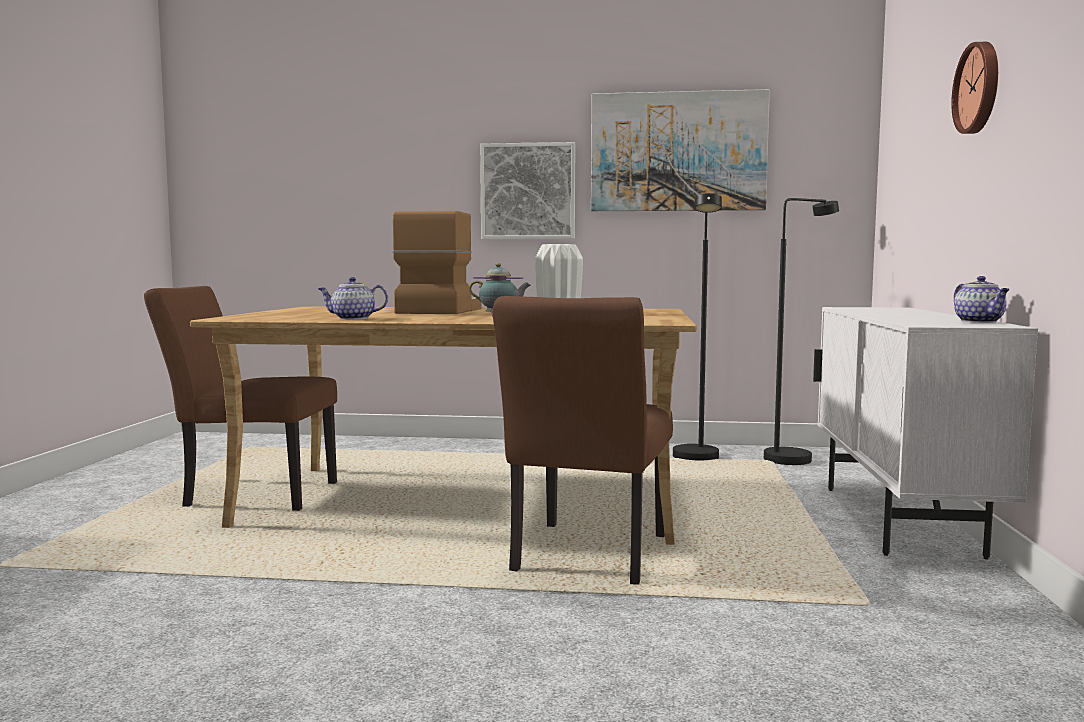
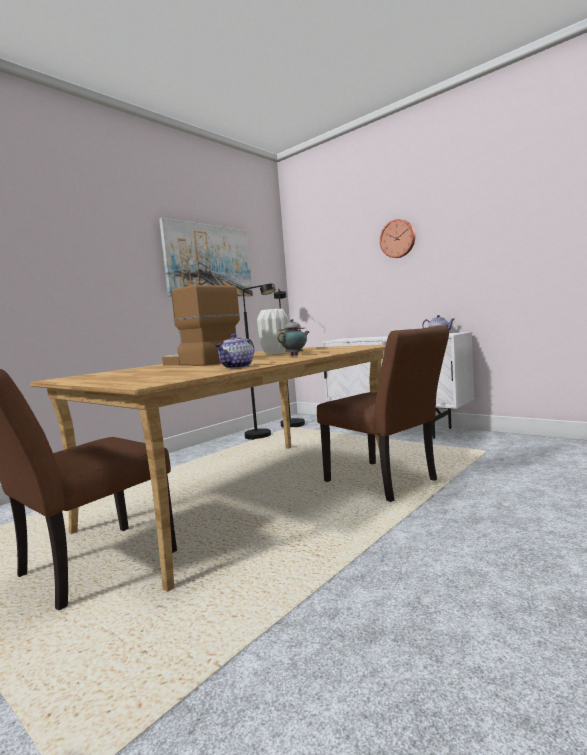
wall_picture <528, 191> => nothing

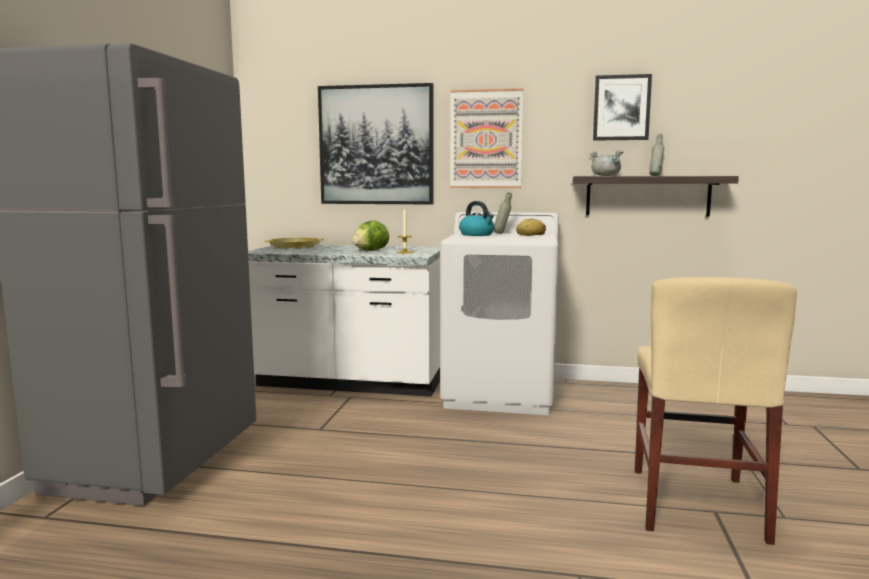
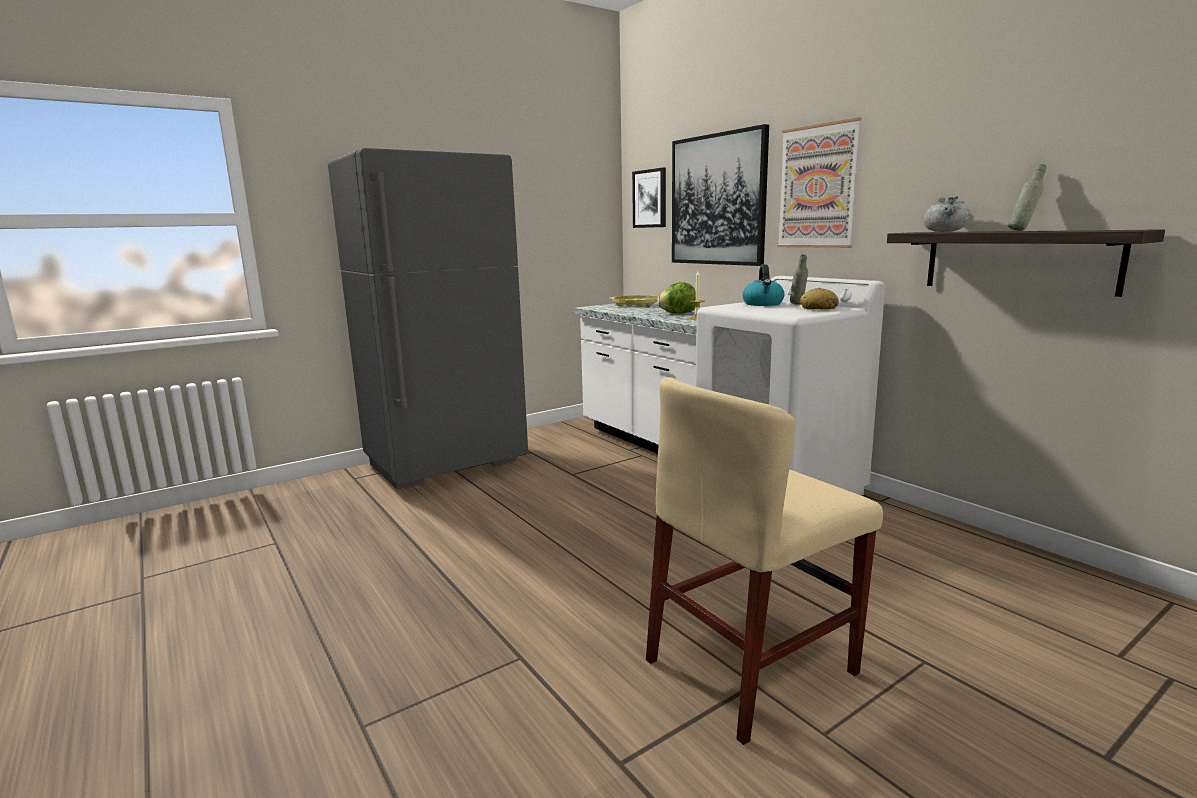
wall_picture <621, 108> => wall_picture <650, 198>, relocated

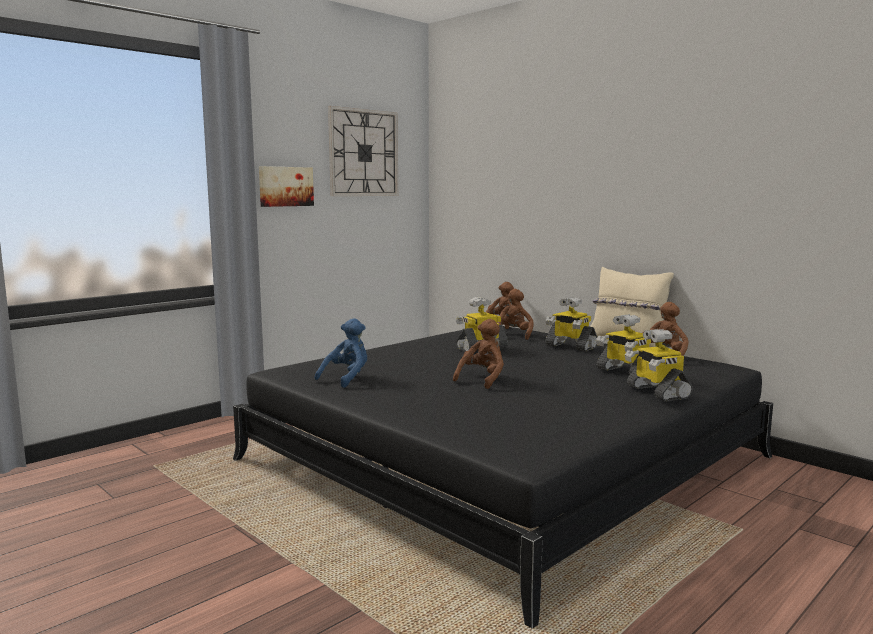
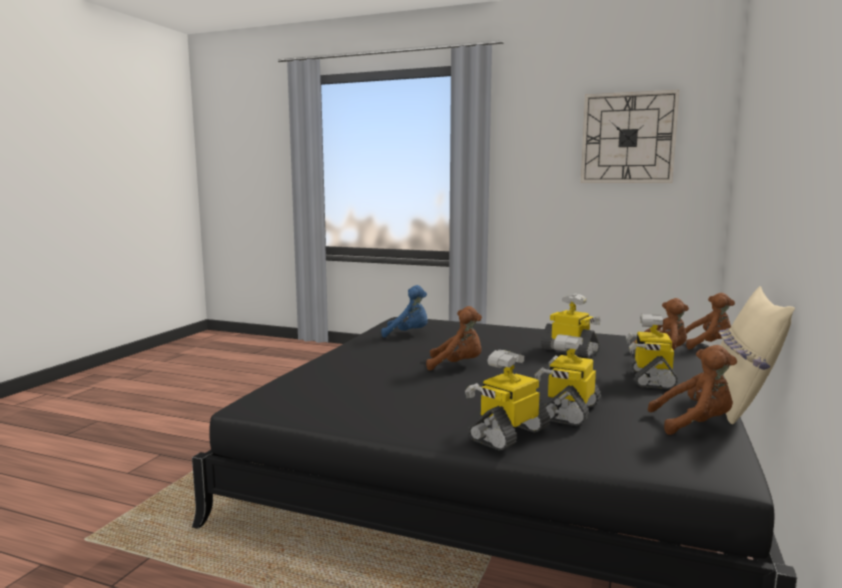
wall_picture <285, 186> => nothing

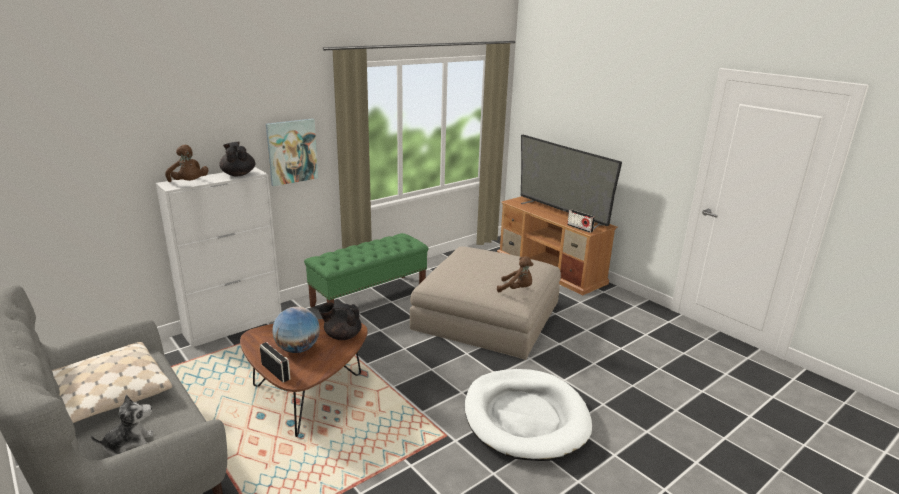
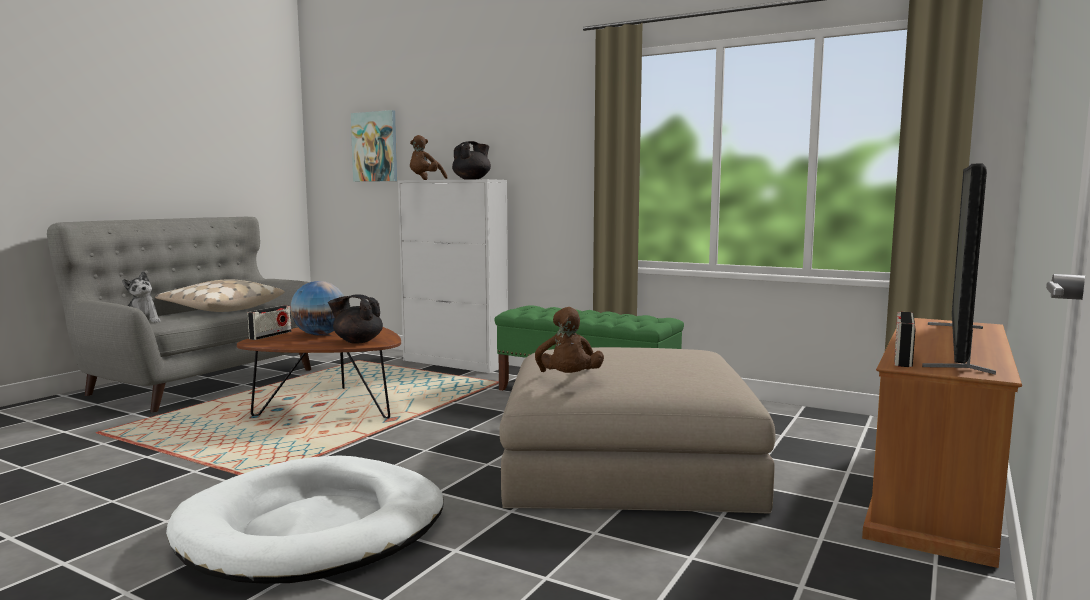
wall_picture <292, 151> => wall_picture <375, 147>, relocated
blackish_teapot <342, 336> => blackish_teapot <357, 341>, 60 degrees counterclockwise

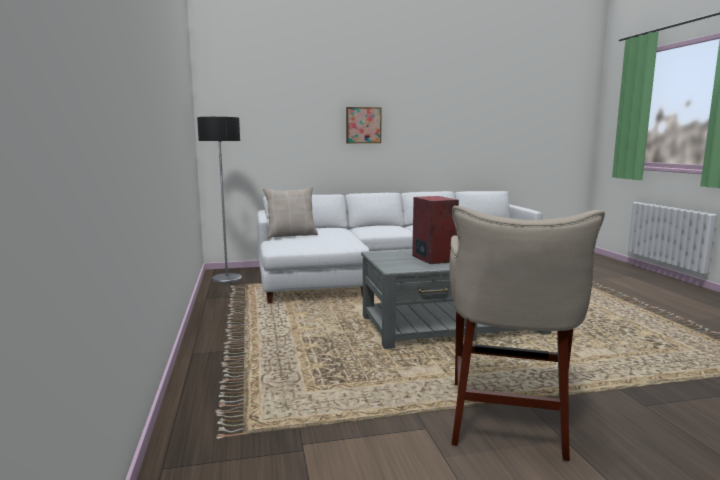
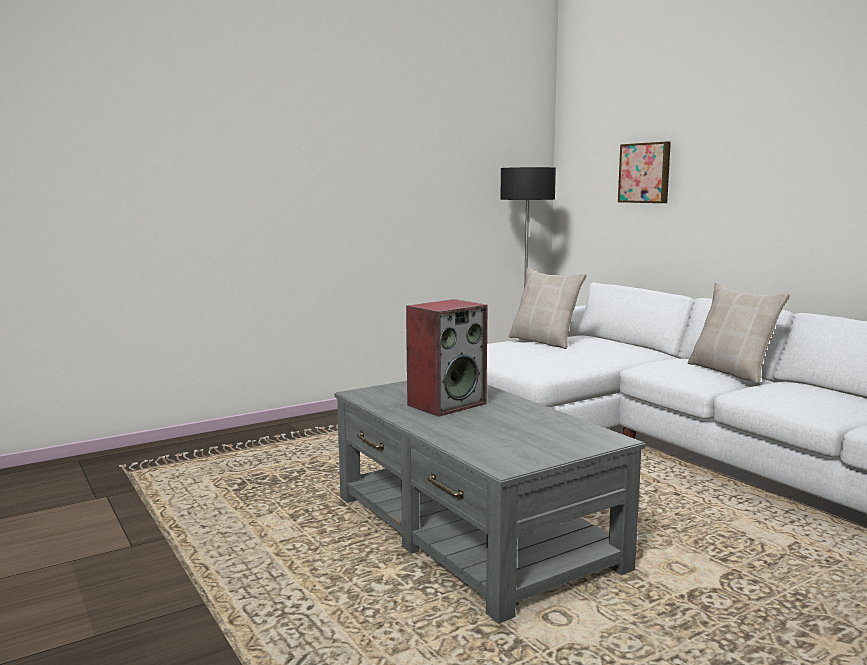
wall_picture <363, 125> => wall_picture <645, 173>, relocated
sand-coloured_stool_seat <509, 416> => nothing
nothing => sand-coloured_pillow <732, 372>

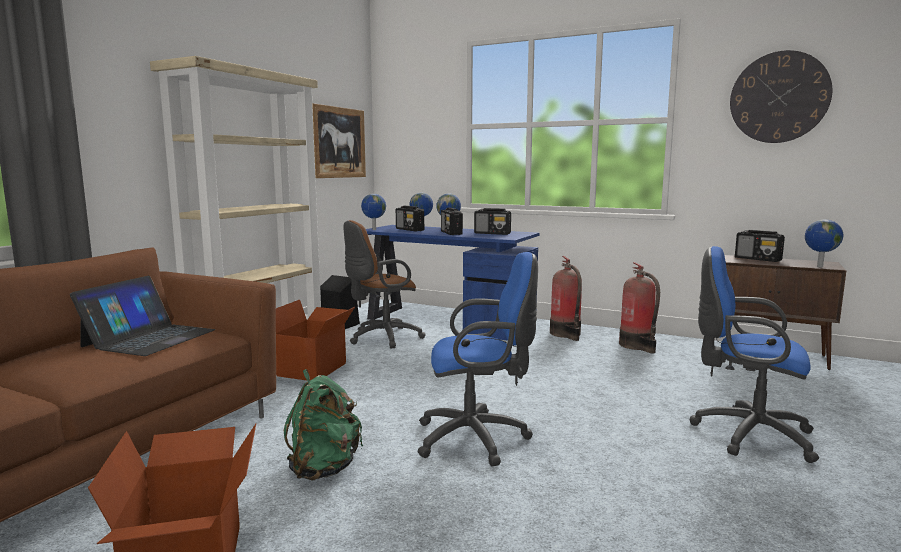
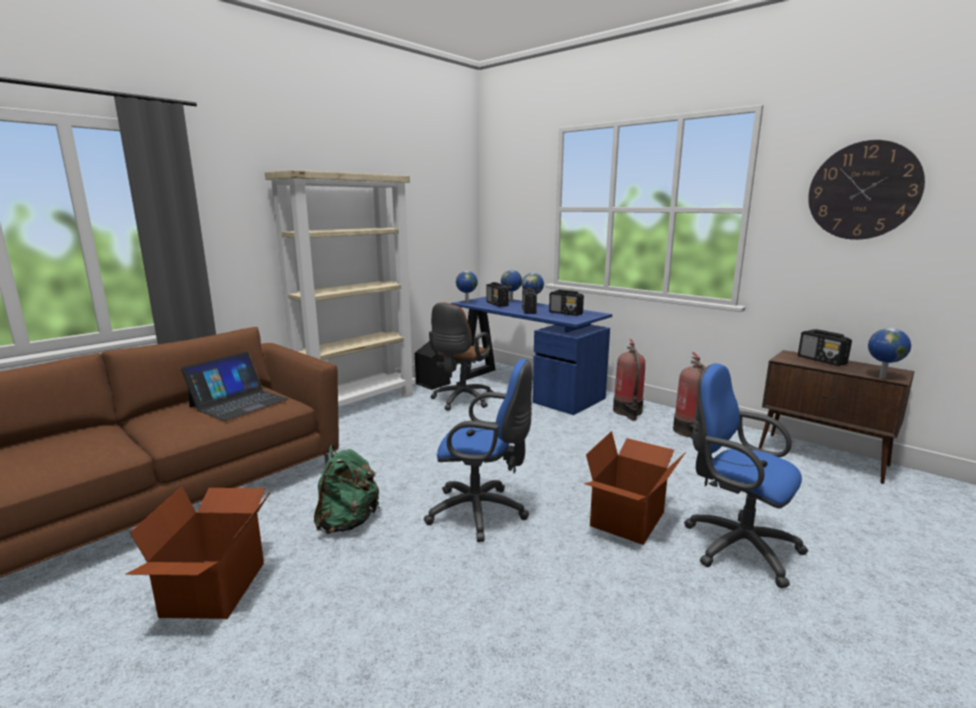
wall_picture <339, 142> => nothing
brown-coloured_desk_chair <382, 338> => brown-coloured_desk_chair <460, 401>, 45 degrees counterclockwise
cardboard_box <313, 369> => cardboard_box <629, 519>, relocated

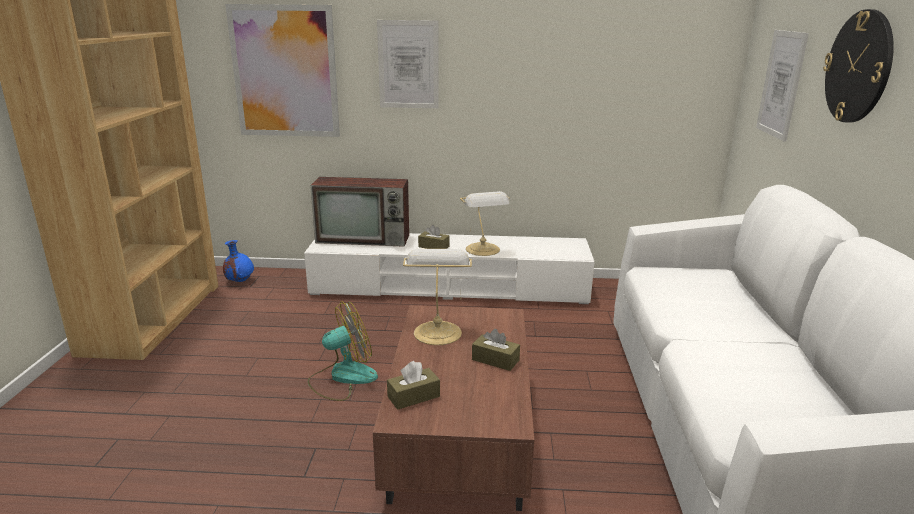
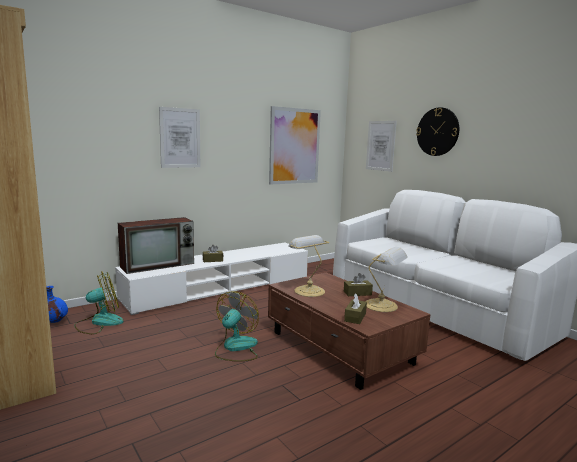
wall_picture <285, 72> => wall_picture <294, 146>, relocated
tabletop_lamp <483, 250> => tabletop_lamp <382, 306>, relocated
nothing => electric_fan <99, 322>

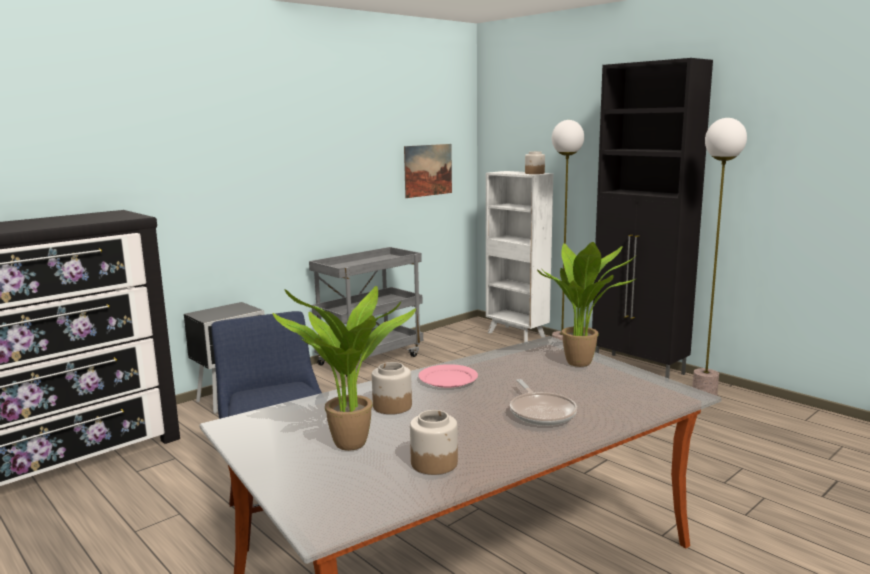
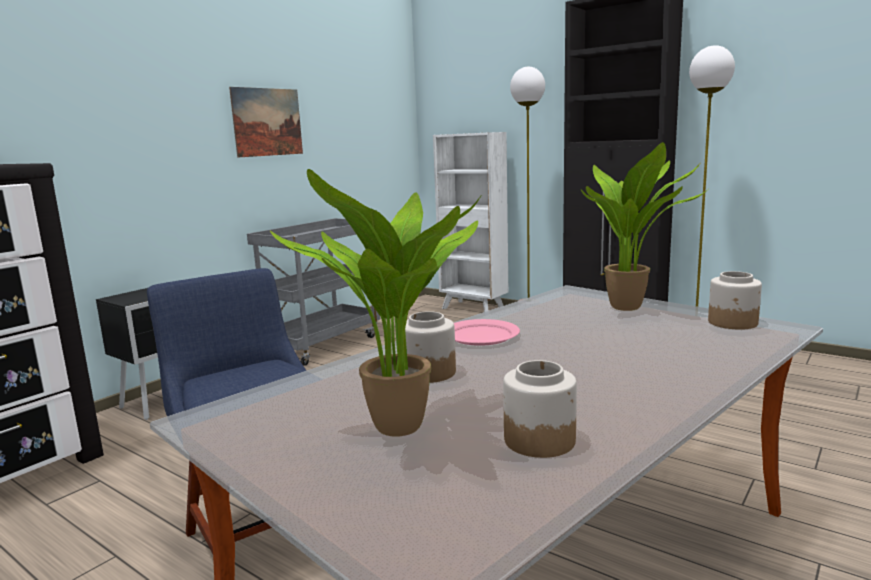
wall_picture <428, 170> => wall_picture <267, 122>, relocated
storage_jar <534, 173> => storage_jar <733, 323>, relocated
skillet <541, 412> => nothing

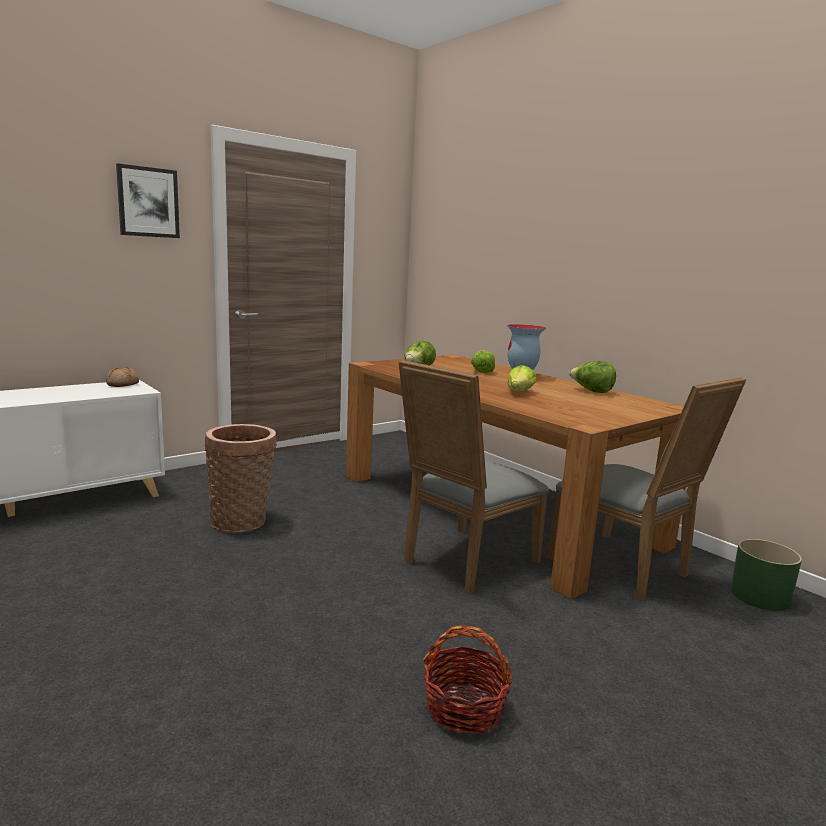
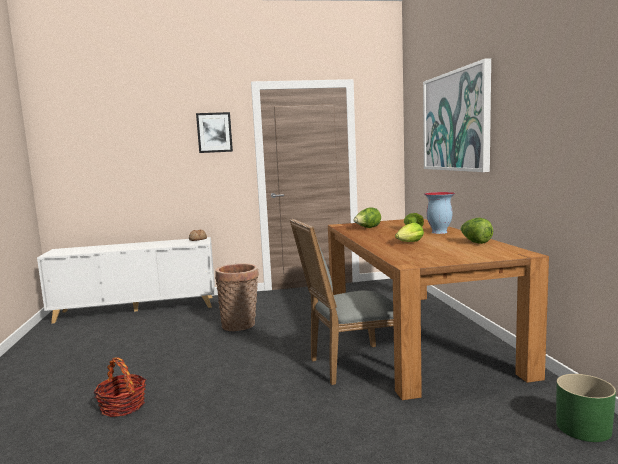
gray_upright_chair <625, 568> => nothing
household_basket <464, 708> => household_basket <123, 406>, relocated
nothing => wall_picture <455, 121>

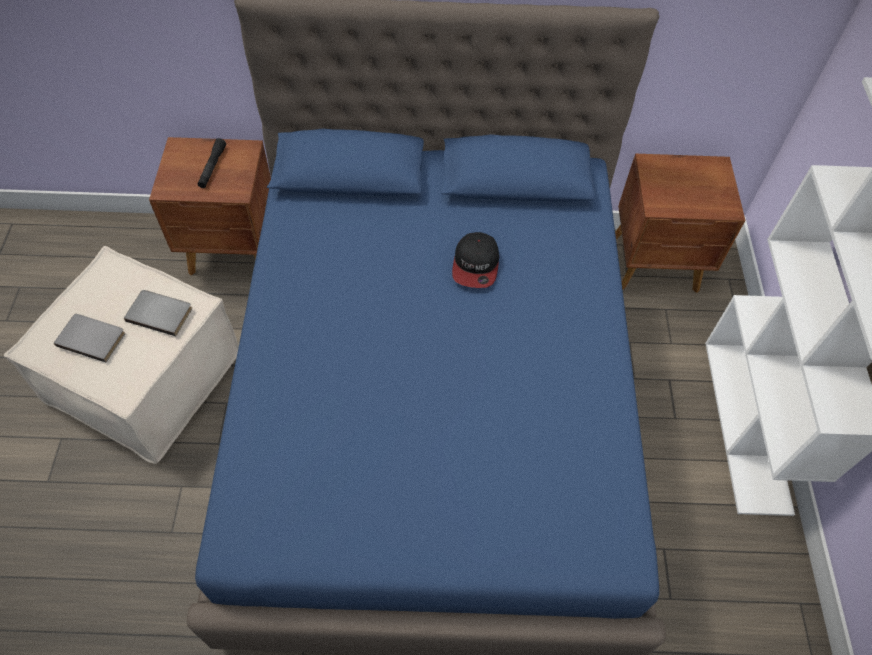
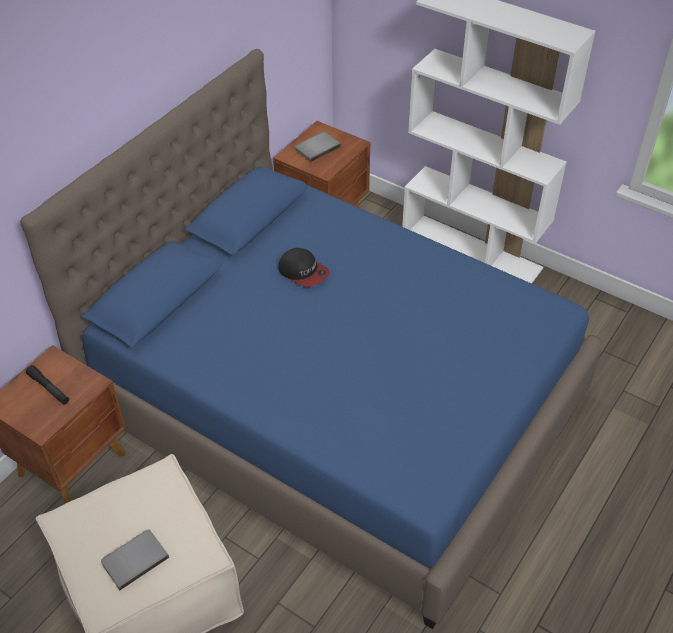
gray_volume <160, 312> => gray_volume <316, 148>, relocated

